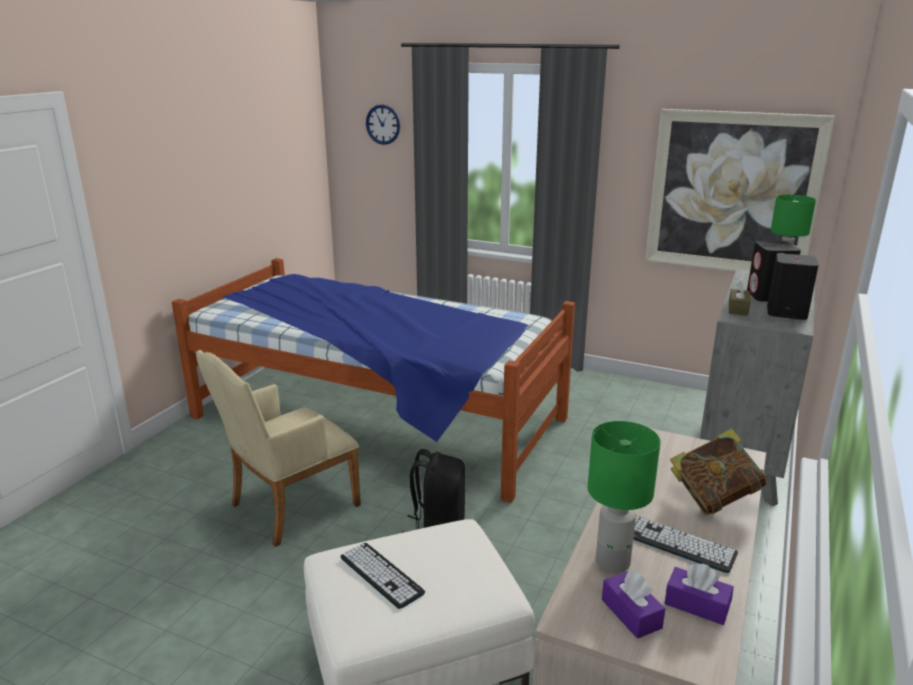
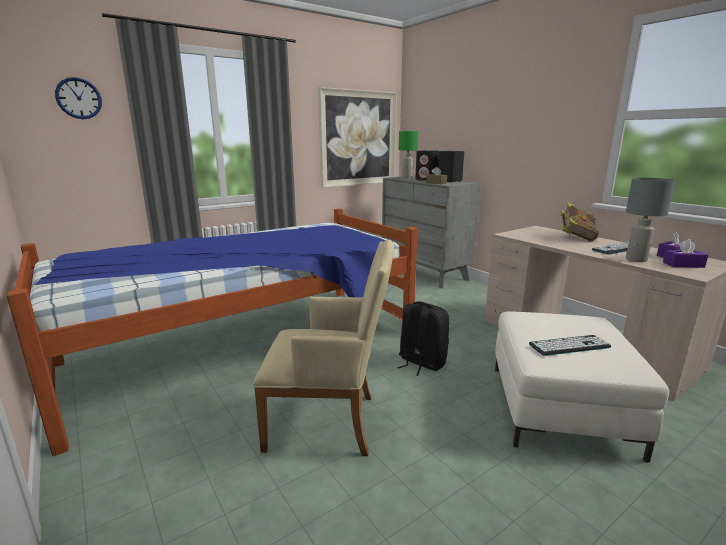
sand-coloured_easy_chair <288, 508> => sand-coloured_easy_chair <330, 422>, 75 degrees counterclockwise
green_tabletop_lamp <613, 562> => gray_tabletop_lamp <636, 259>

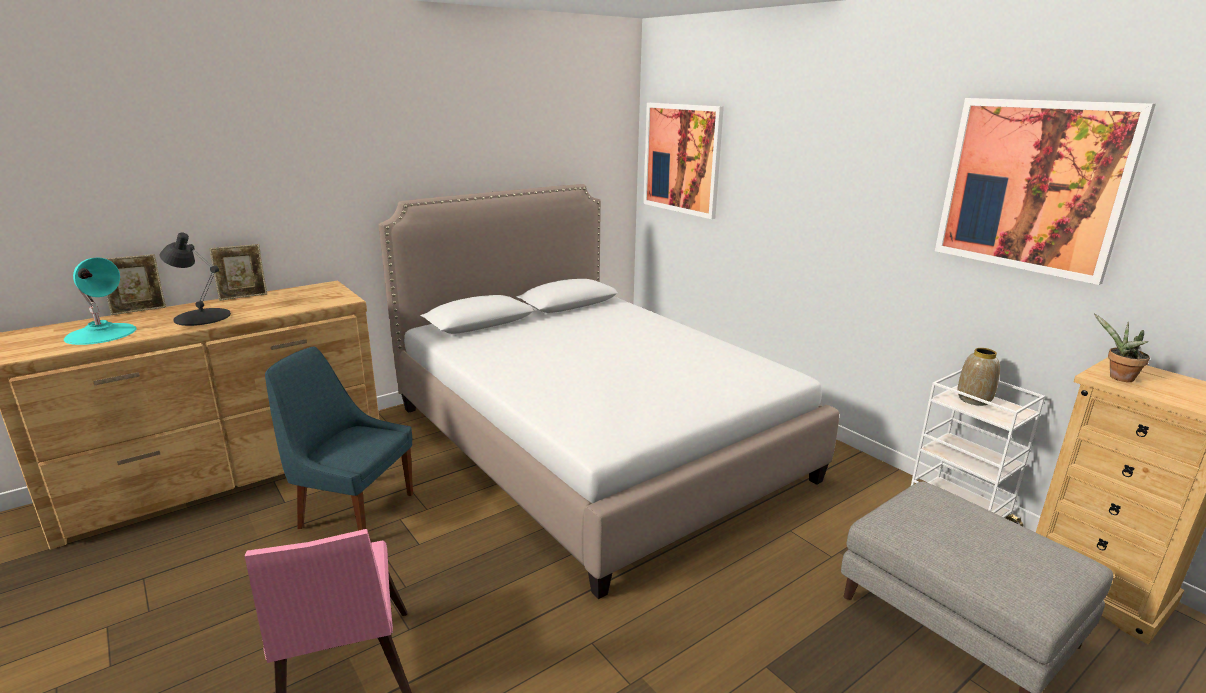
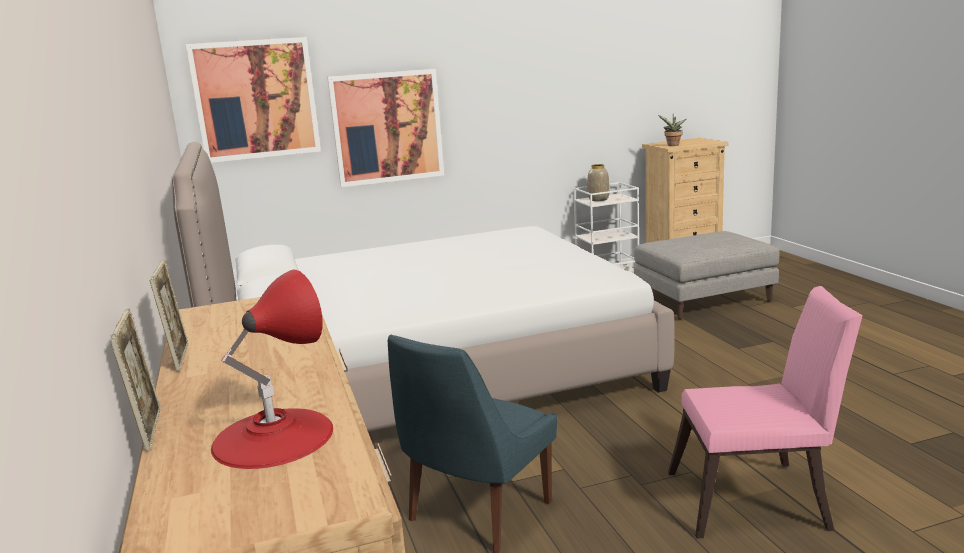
wall_picture <1032, 186> => wall_picture <387, 127>, relocated
blackish_tabletop_lamp <202, 316> => nothing
blue-green_tabletop_lamp <101, 333> => red-coloured_tabletop_lamp <273, 436>

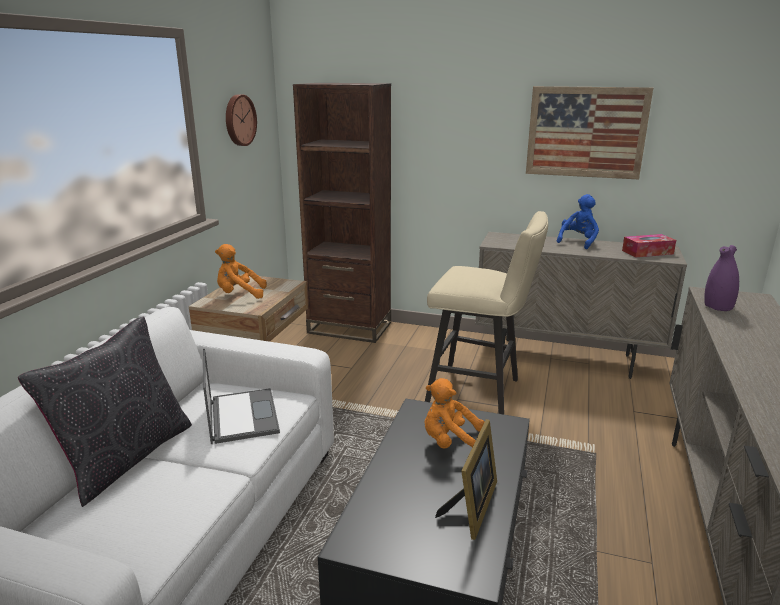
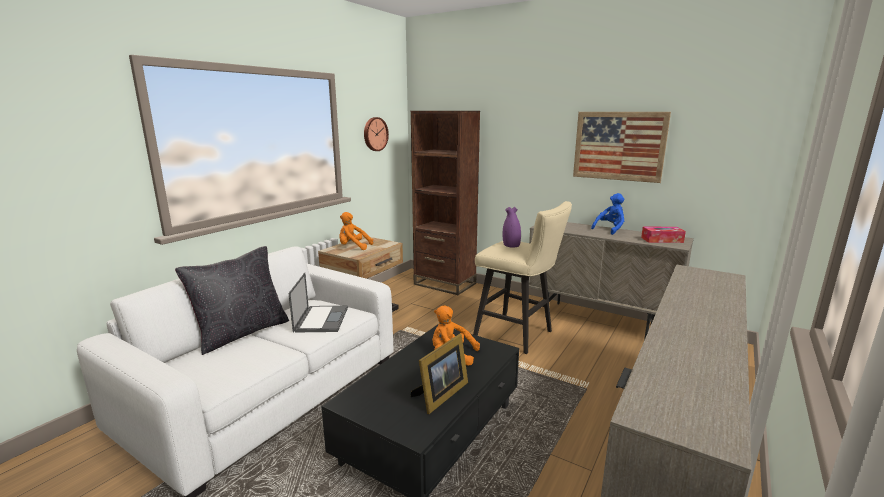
purple-coloured_vase <717, 307> => purple-coloured_vase <511, 245>, relocated

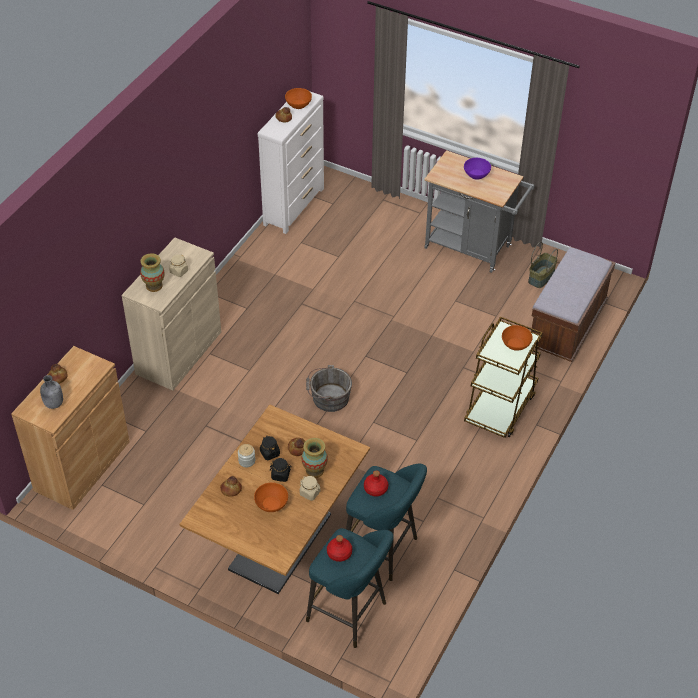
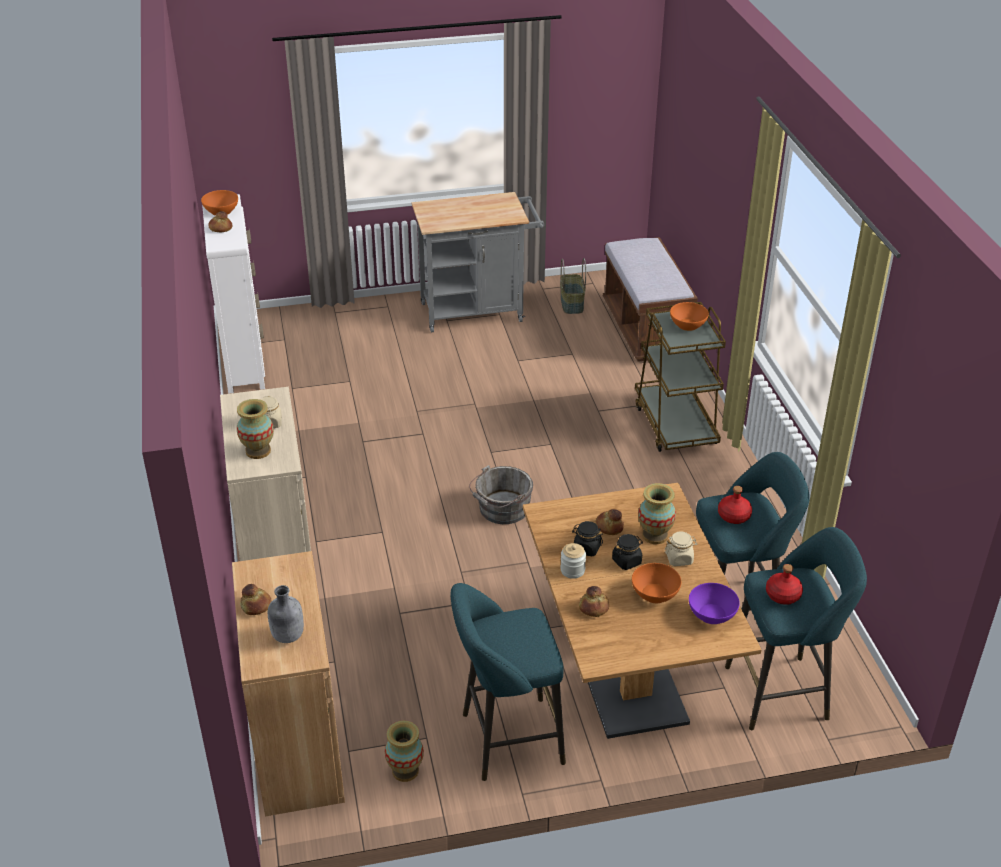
purple-coloured_deep_dish <476, 174> => purple-coloured_deep_dish <712, 614>, relocated
nothing => blue-green_stool_seat <506, 739>
nothing => vase <405, 770>

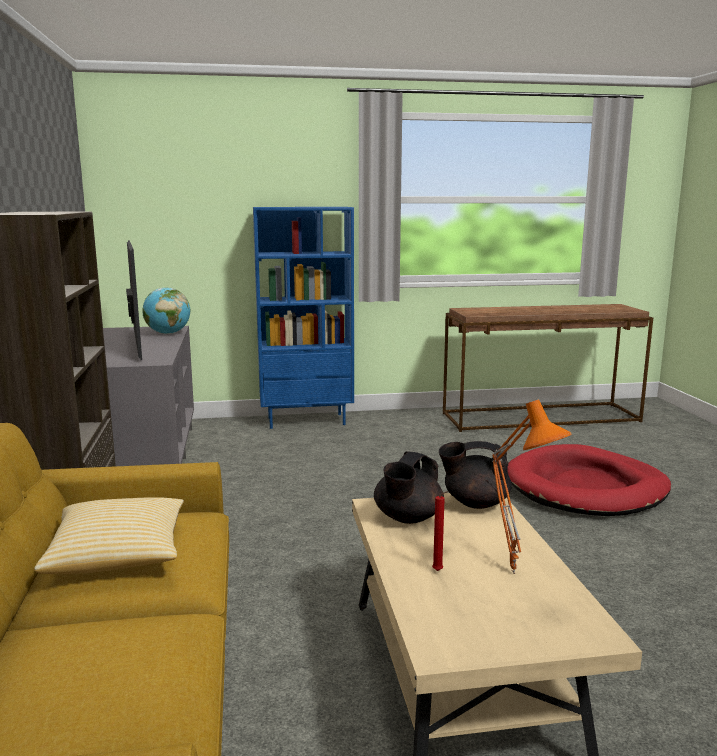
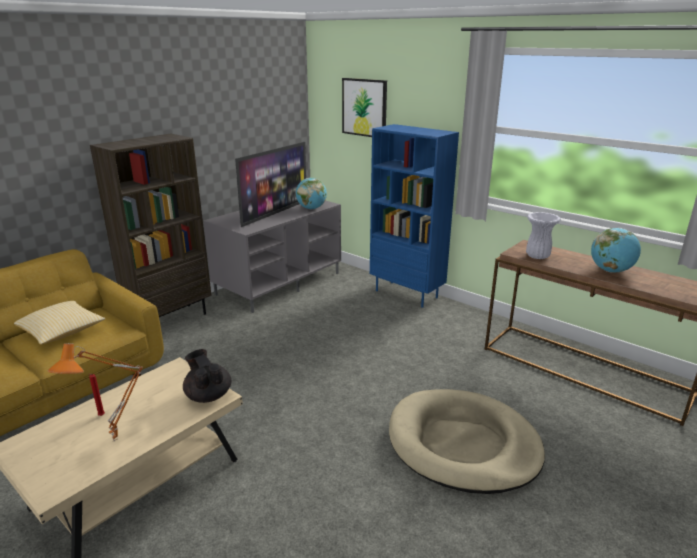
red-coloured_pet_bed <586, 487> => sand-coloured_pet_bed <463, 444>
blackish_teapot <407, 518> => nothing
nothing => wall_picture <364, 107>
nothing => white_vase <538, 256>
nothing => desk_globe <611, 271>

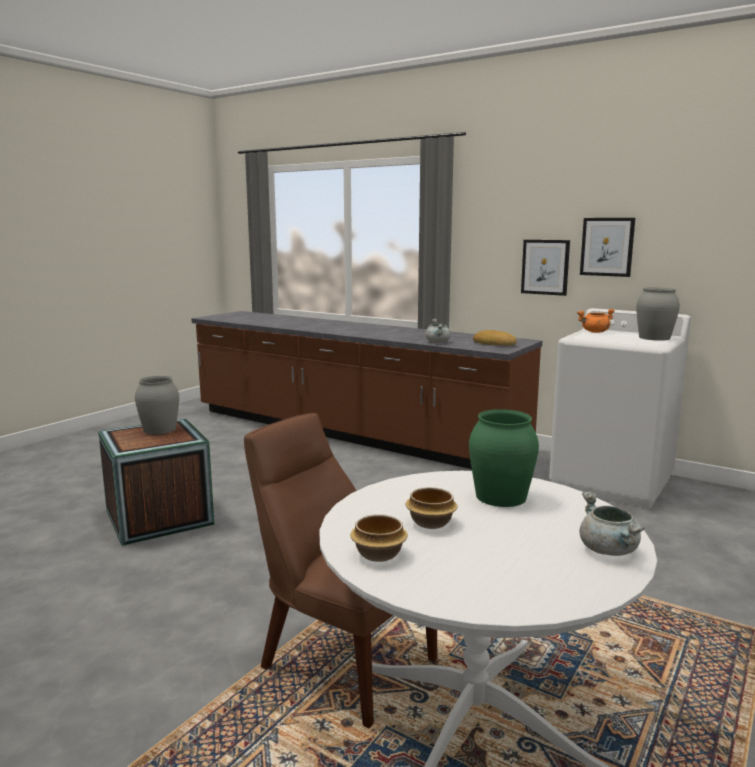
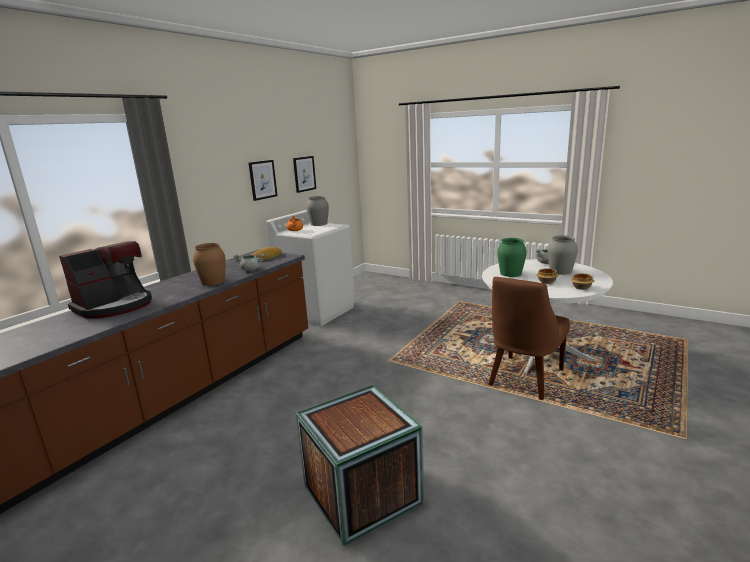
wall_picture <545, 267> => wall_picture <304, 174>, relocated
gray_vase <160, 429> => gray_vase <560, 271>, relocated
nothing => coffee_machine <115, 306>
nothing => brown-coloured_vase <213, 282>

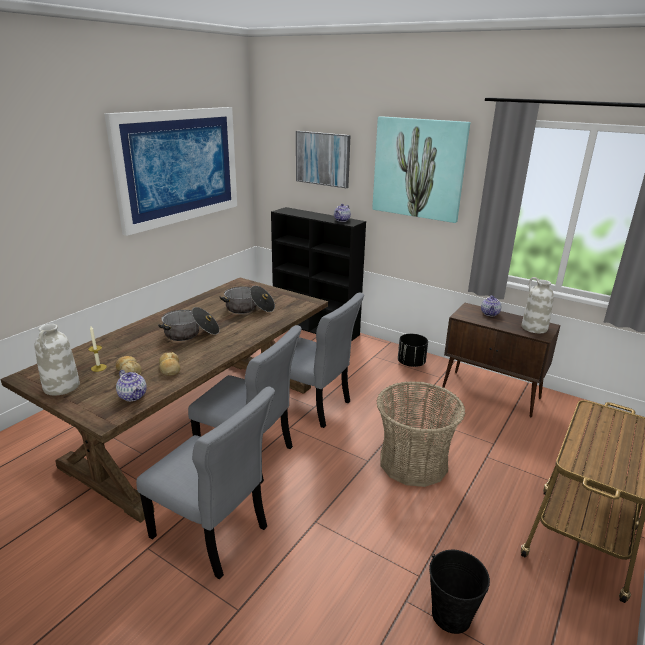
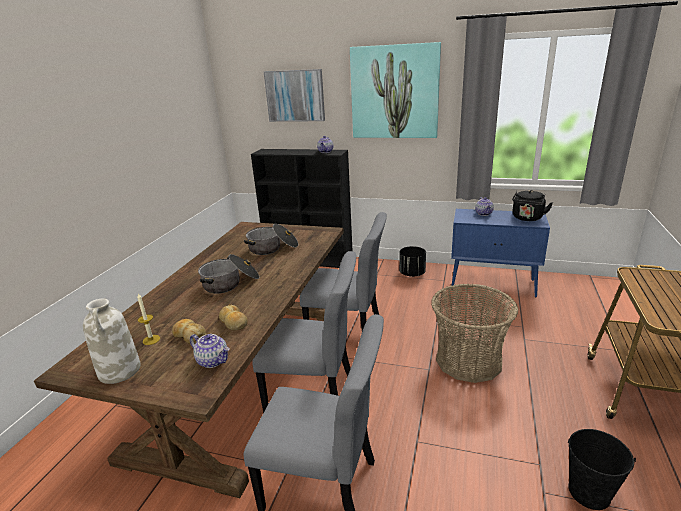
wall_picture <178, 166> => nothing
white_vase <533, 328> => blackish_tea_kettle <527, 218>
brown-coloured_cupboard <491, 393> => bluish_cupboard <493, 284>

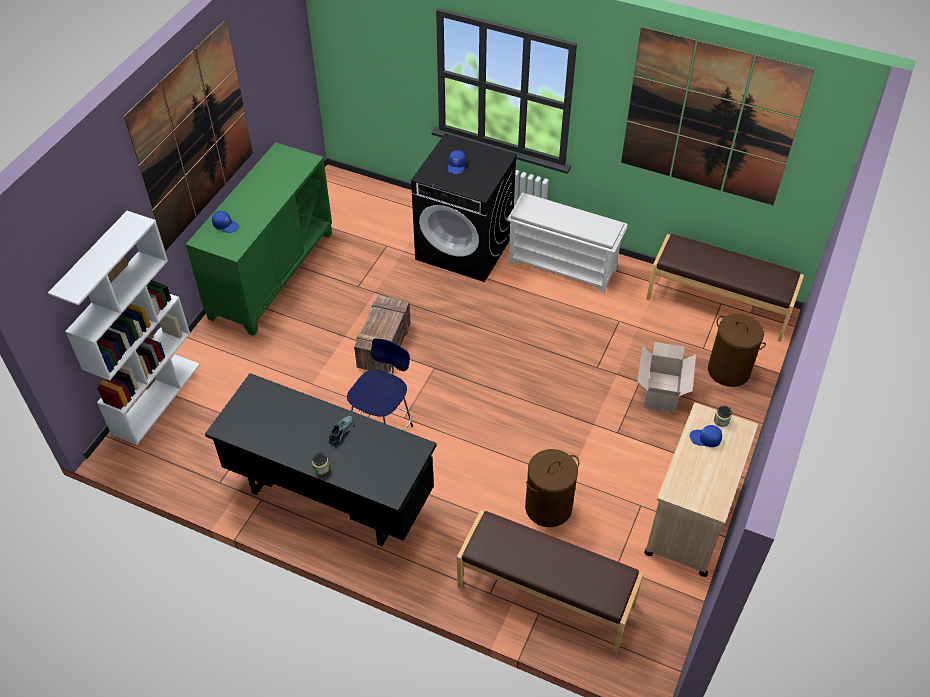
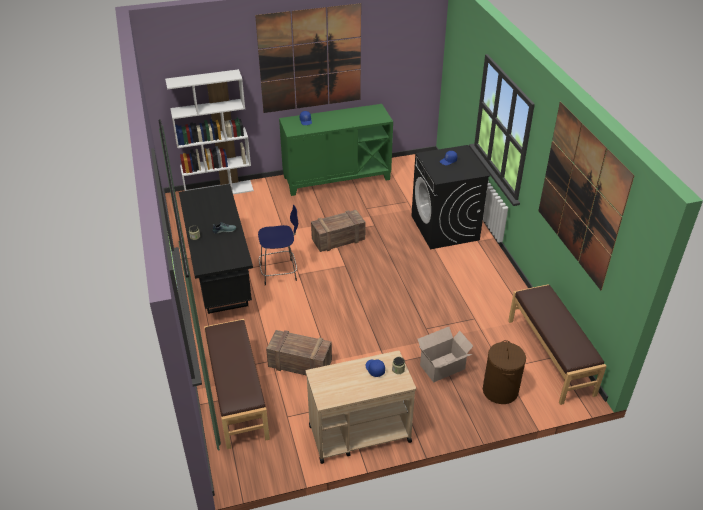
white_shoe_shelf <563, 266> => nothing
brown-coloured_washing_basket <548, 507> => shipping_crate <299, 363>

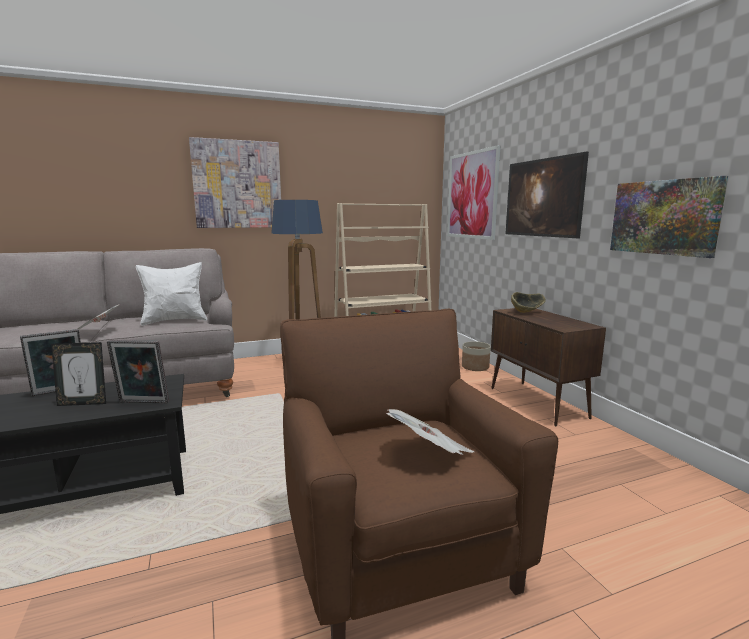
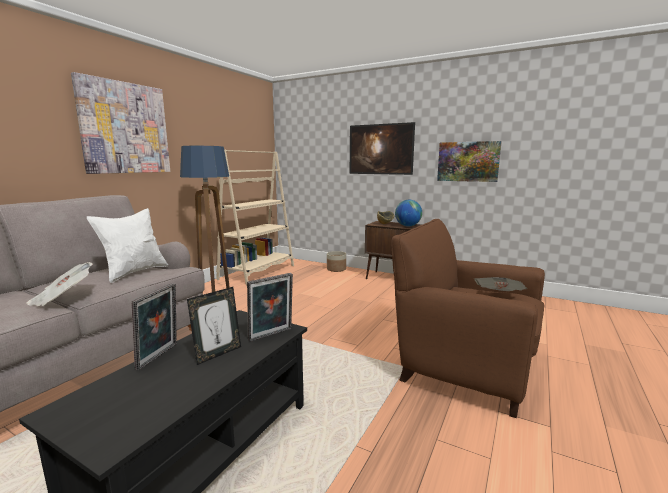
wall_picture <472, 195> => nothing
nothing => desk_globe <407, 226>

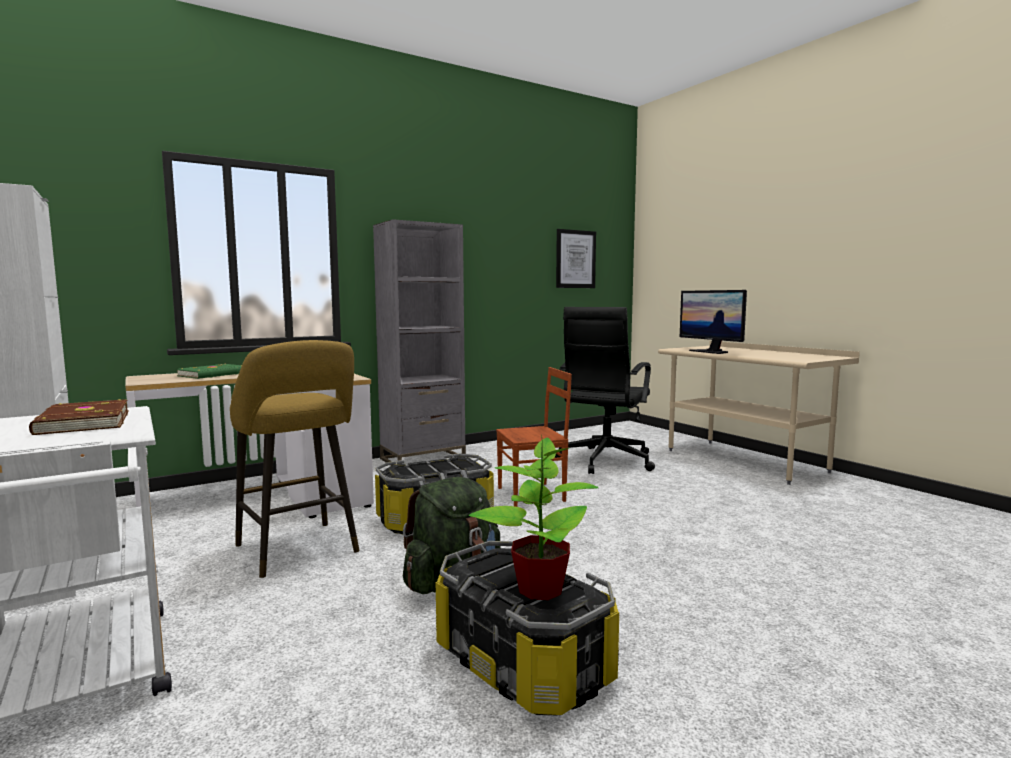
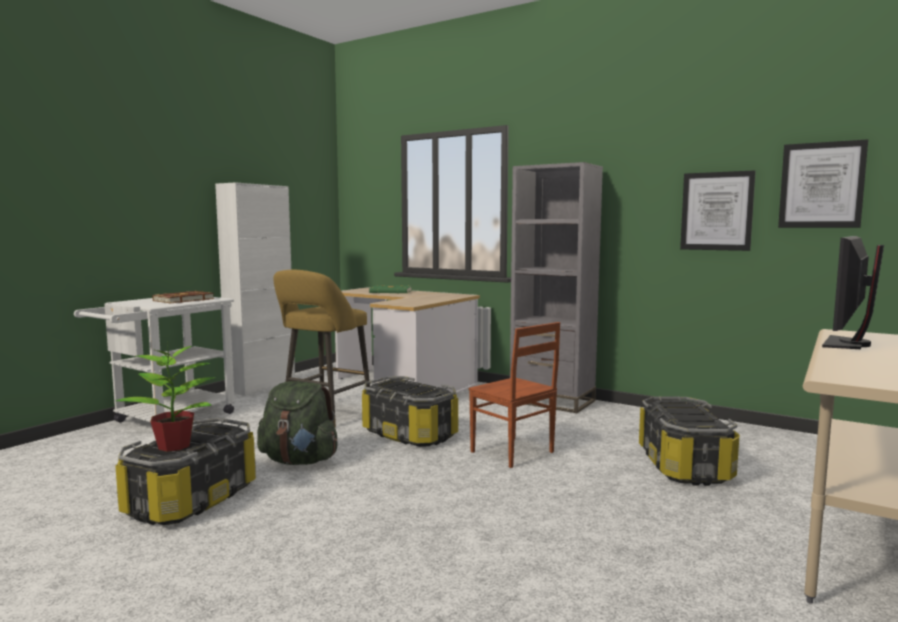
blackish_desk_chair <604, 461> => storage_box <683, 466>
nothing => wall_picture <716, 211>

